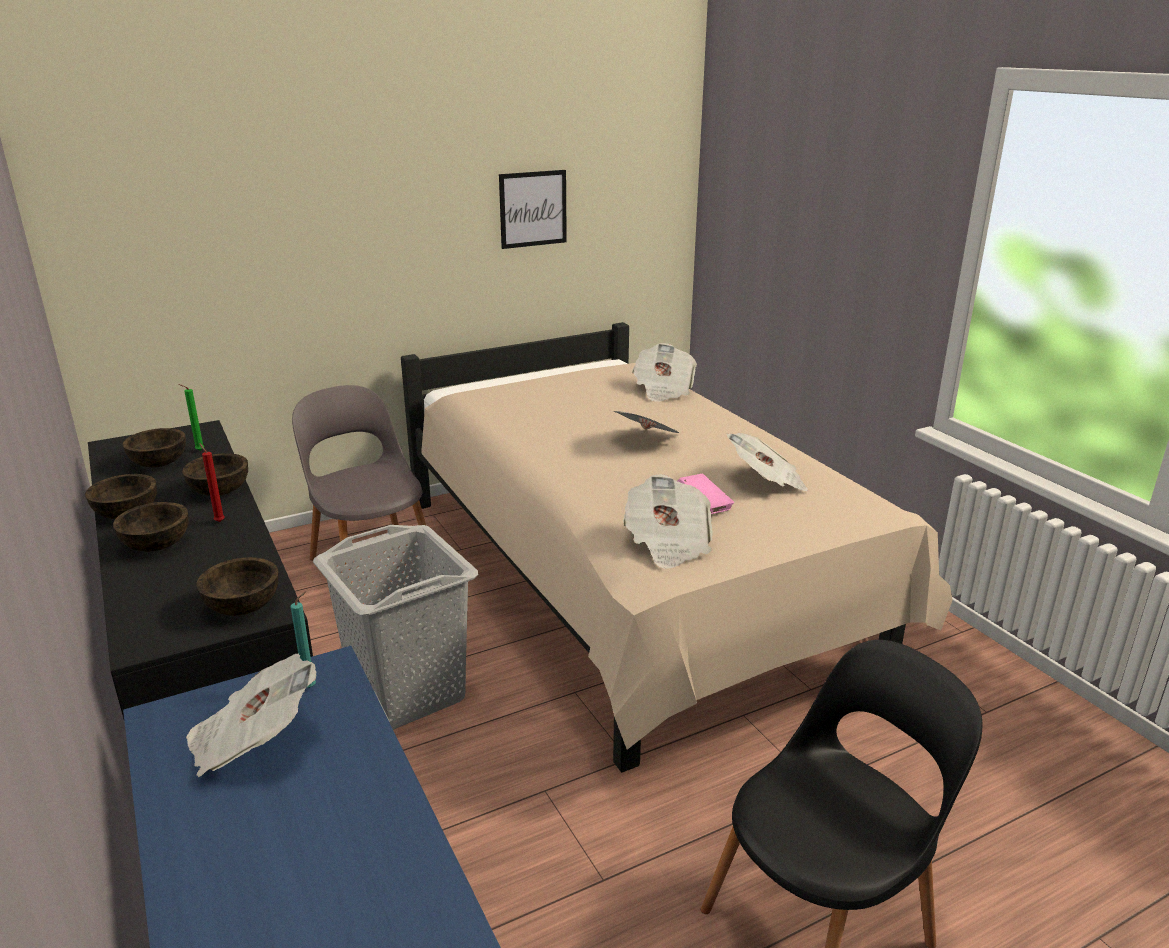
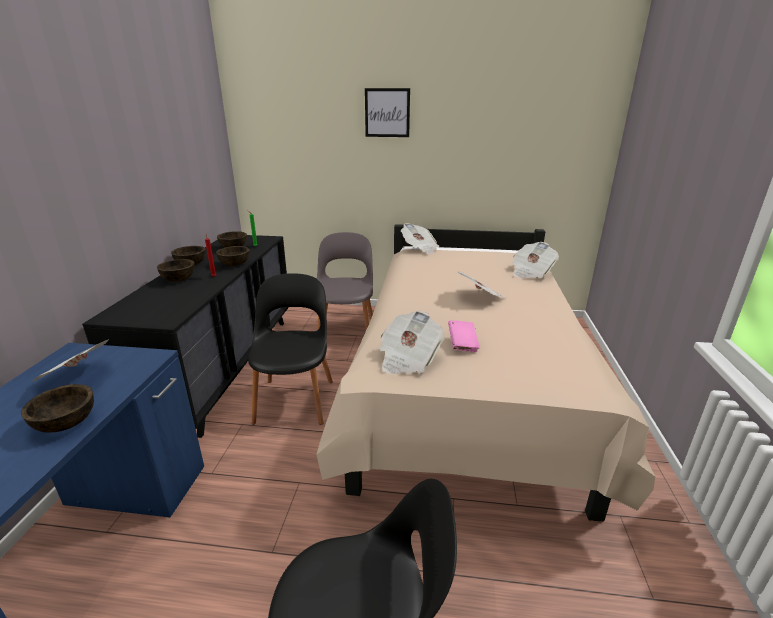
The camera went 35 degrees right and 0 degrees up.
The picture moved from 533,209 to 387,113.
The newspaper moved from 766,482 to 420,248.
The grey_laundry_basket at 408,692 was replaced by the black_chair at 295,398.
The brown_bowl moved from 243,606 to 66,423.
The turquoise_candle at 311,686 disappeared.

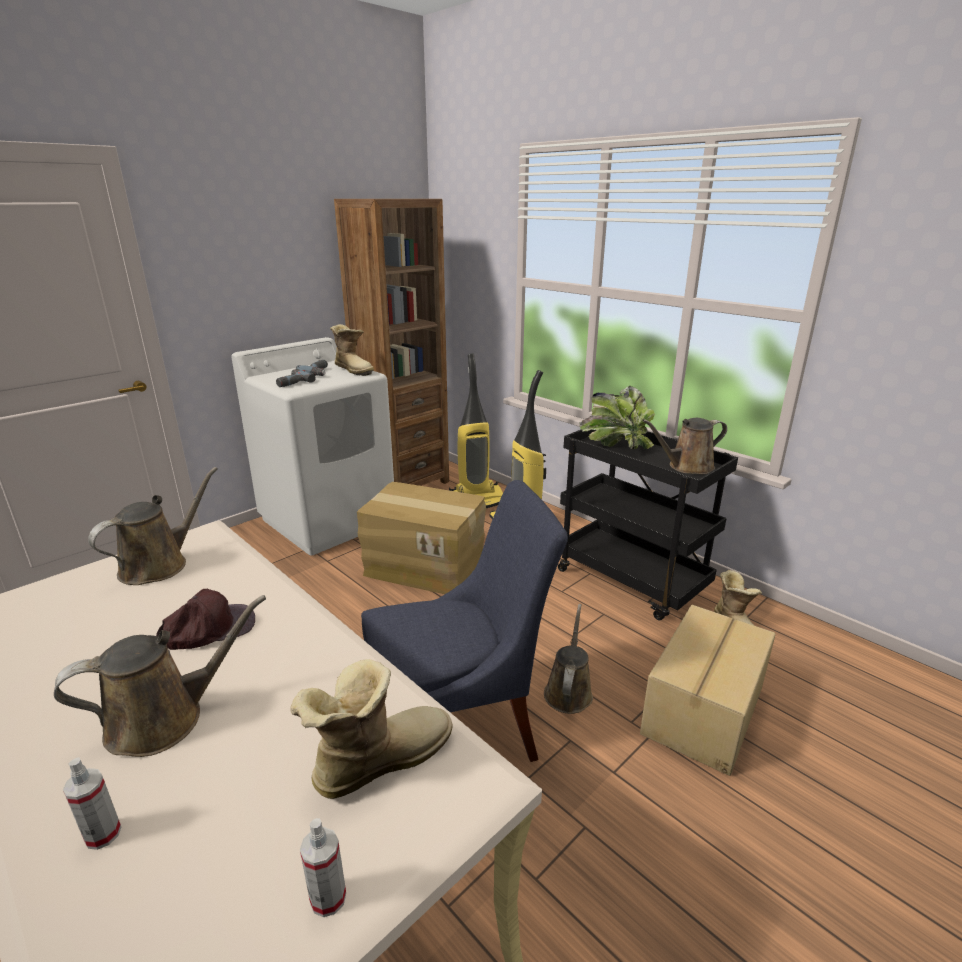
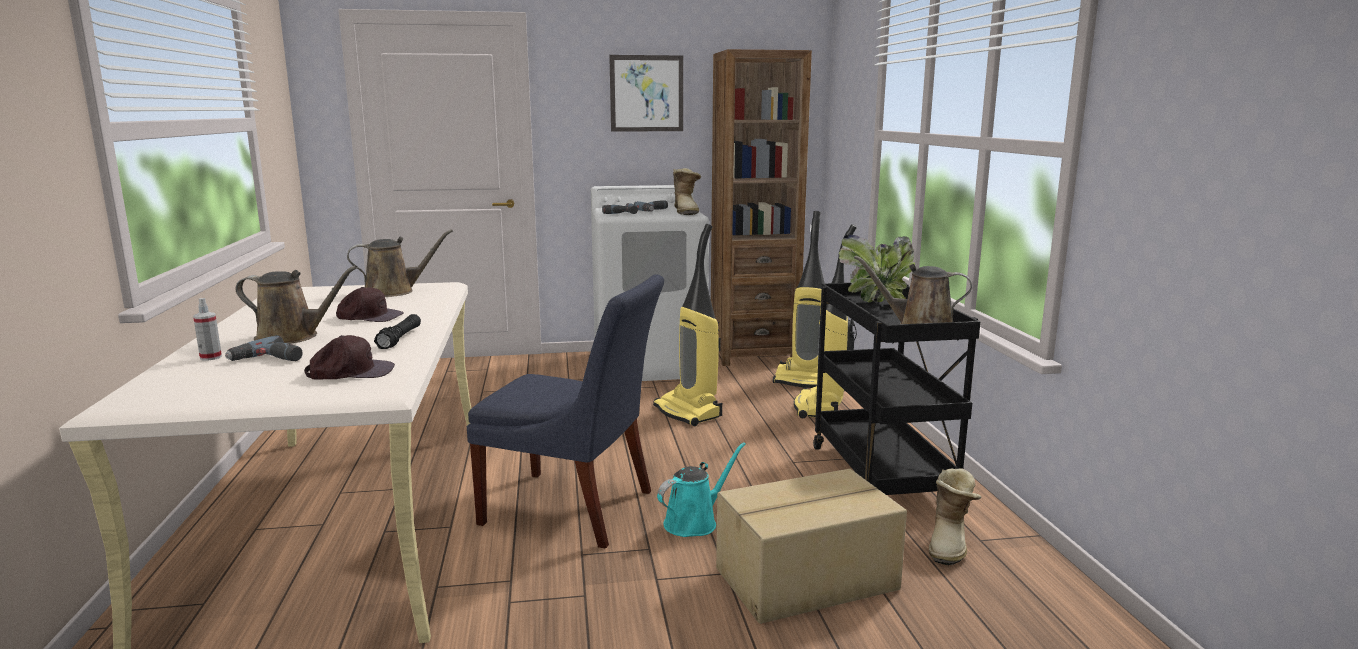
The camera went 35 degrees right and 10 degrees down.
The cardboard_box at 425,566 was replaced by the vacuum_cleaner at 689,412.
The brown_watering_can at 568,691 became the turquoise_watering_can at 694,522.
The boot at 378,759 was replaced by the brown_cap at 351,372.
The spray_bottle at 328,898 disappeared.
The picture at 646,93 appeared.
The black_flashlight at 400,339 appeared.
The power_drill at 268,360 appeared.

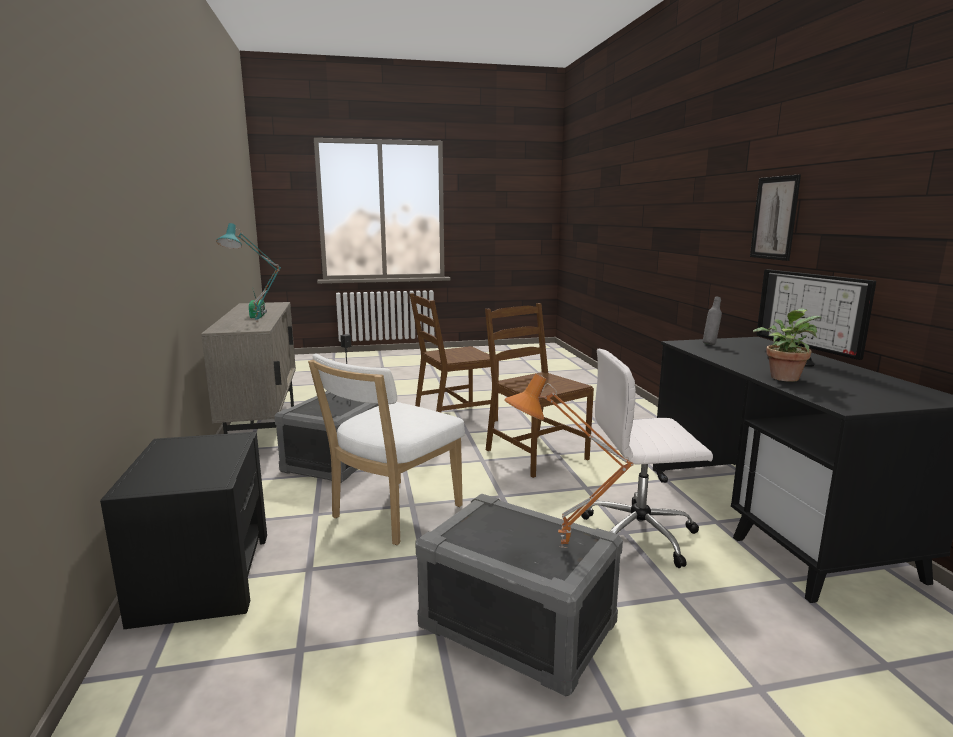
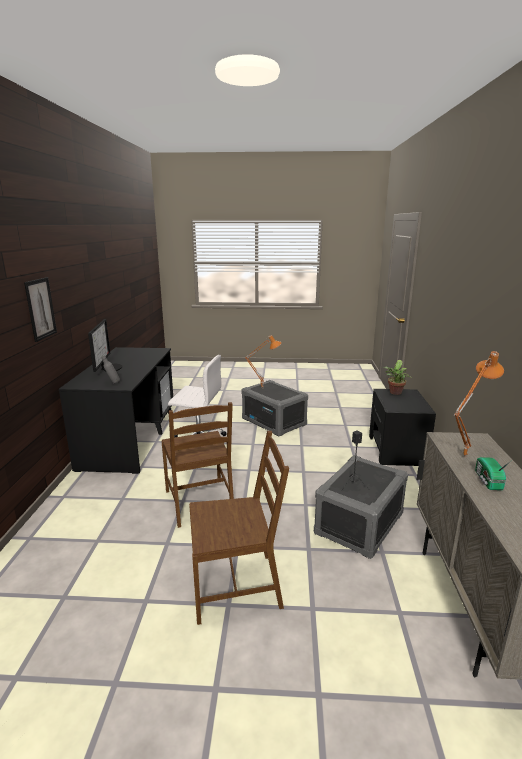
The camera went 165 degrees left and 5 degrees up.
The turquoise_table_lamp at 258,322 became the orange_table_lamp at 463,456.
The potted_plant moved from 784,377 to 395,393.
The white_chair at 392,514 disappeared.

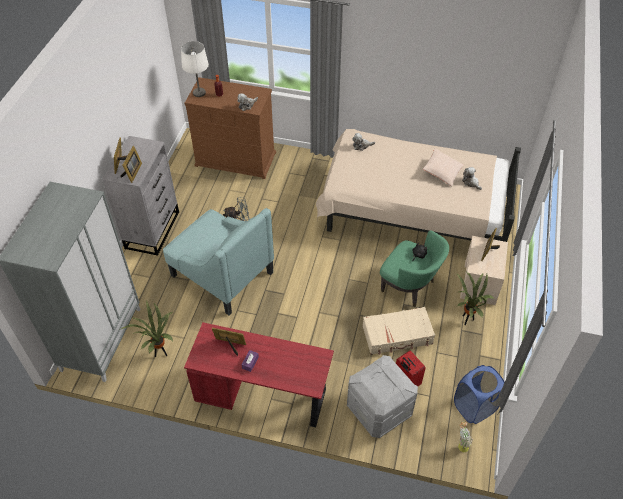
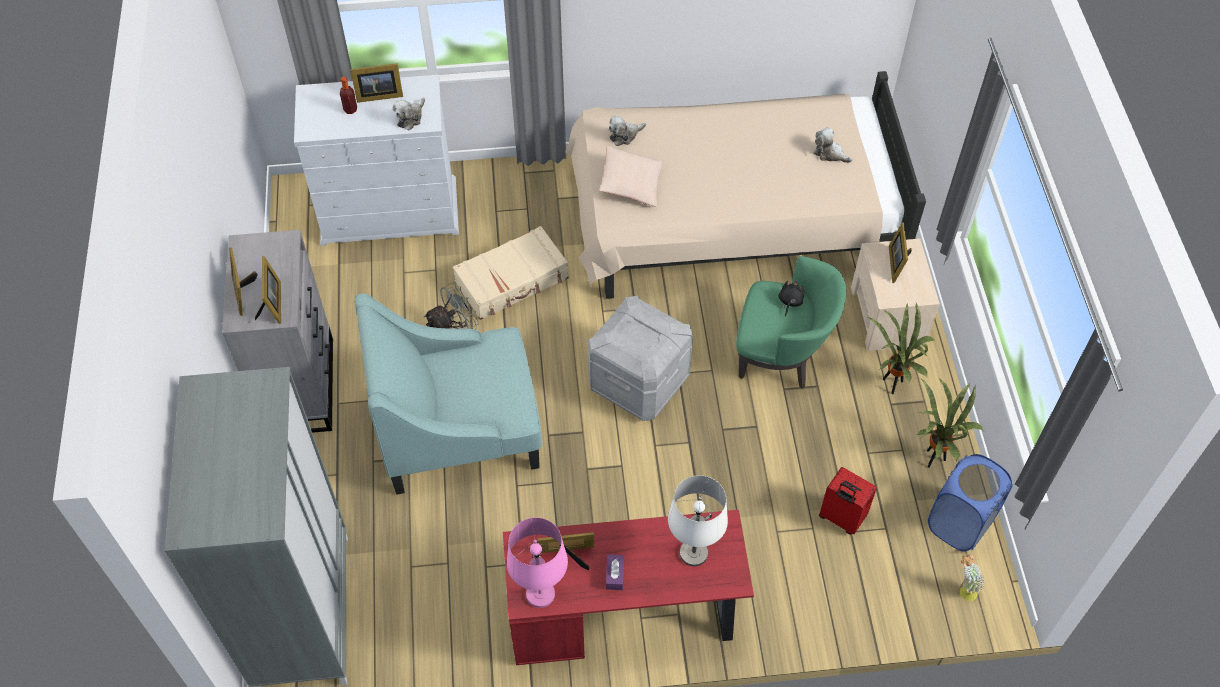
The camera went 20 degrees left and 5 degrees up.
The white_table_lamp moved from 199,93 to 694,553.
The brown_dresser at 236,159 became the white_dresser at 390,211.
The beige_pillow moved from 442,172 to 631,184.
The turquoise_armchair at 221,273 turned 150 degrees clockwise.
The potted_plant moved from 160,353 to 932,459.
The beige_suitcase moved from 397,335 to 512,281.
The grey_storage_box moved from 379,409 to 639,381.
The picture_frame at 378,95 appeared.
The pink_table_lamp at 540,594 appeared.

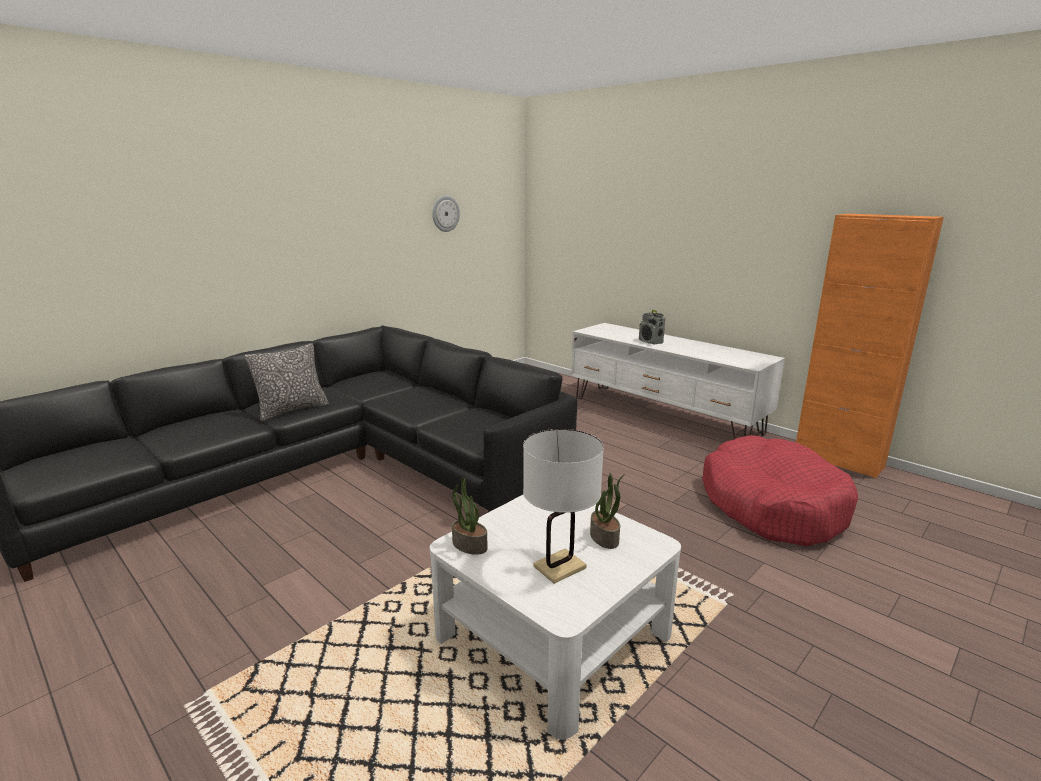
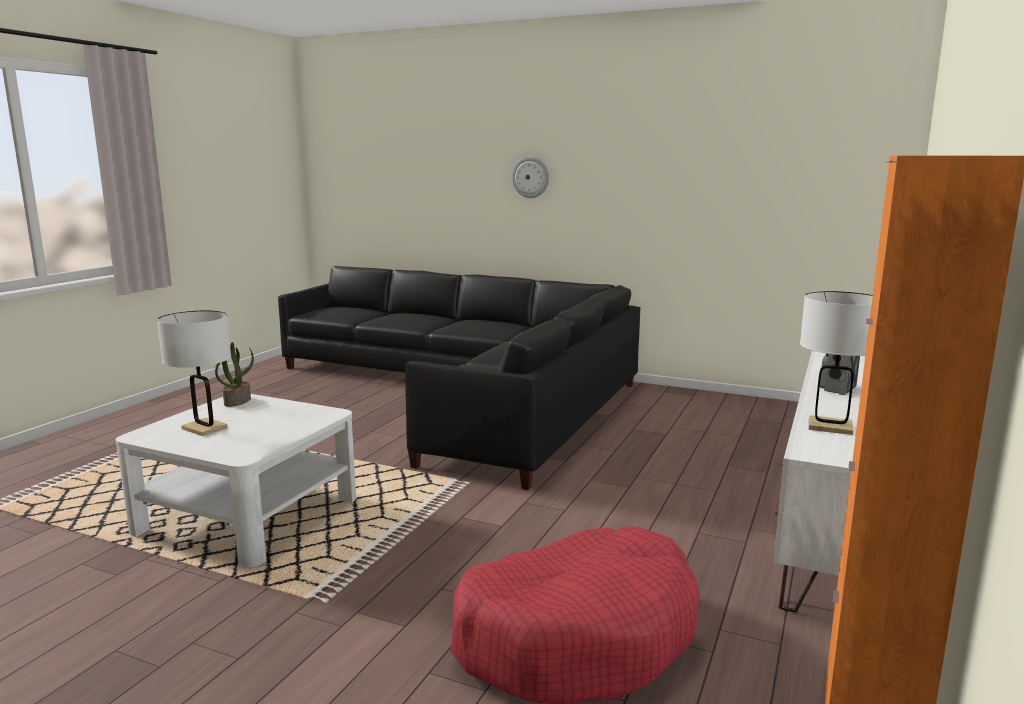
The camera went 70 degrees right and 5 degrees down.
The wall_clock moved from 445,213 to 530,177.
The pillow at 292,410 disappeared.
The potted_plant at 605,538 disappeared.
The white_table_lamp at 830,427 appeared.

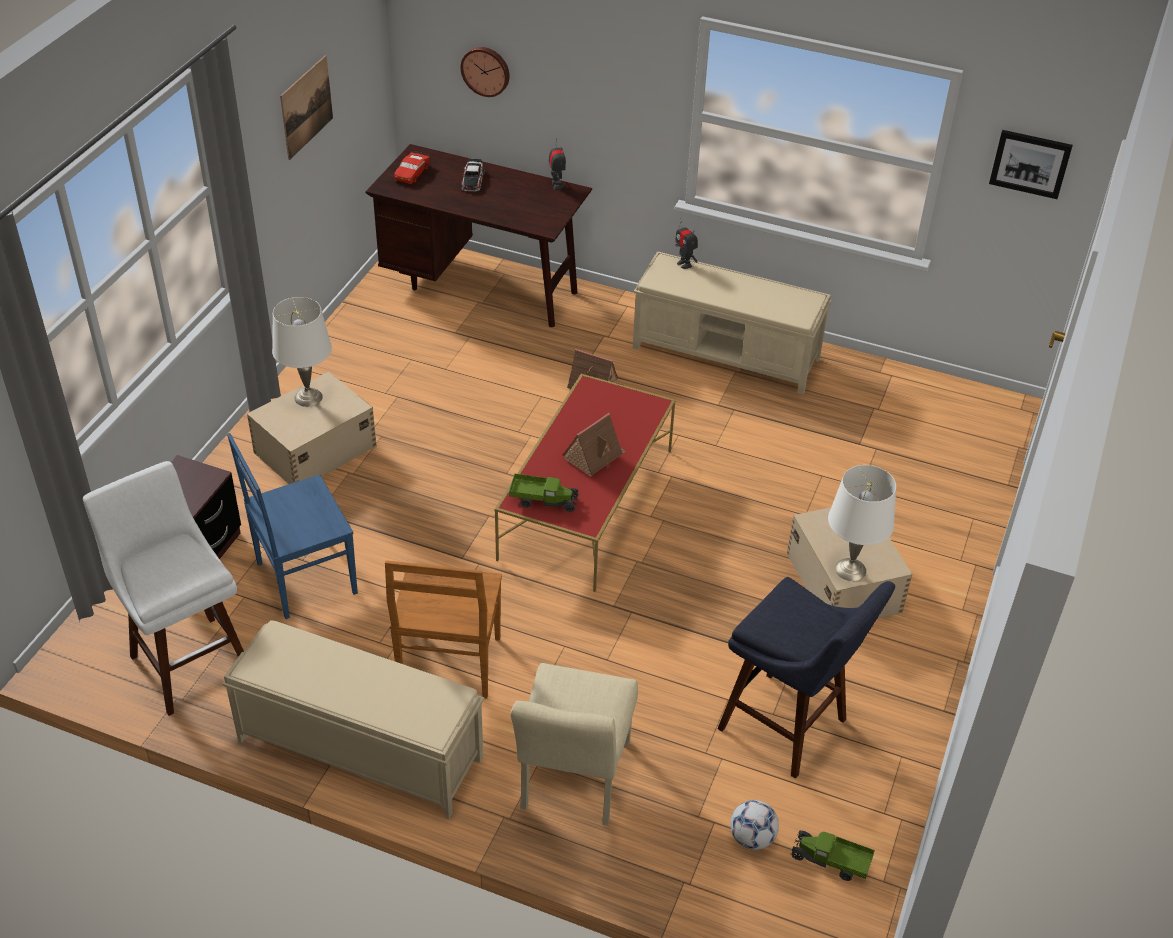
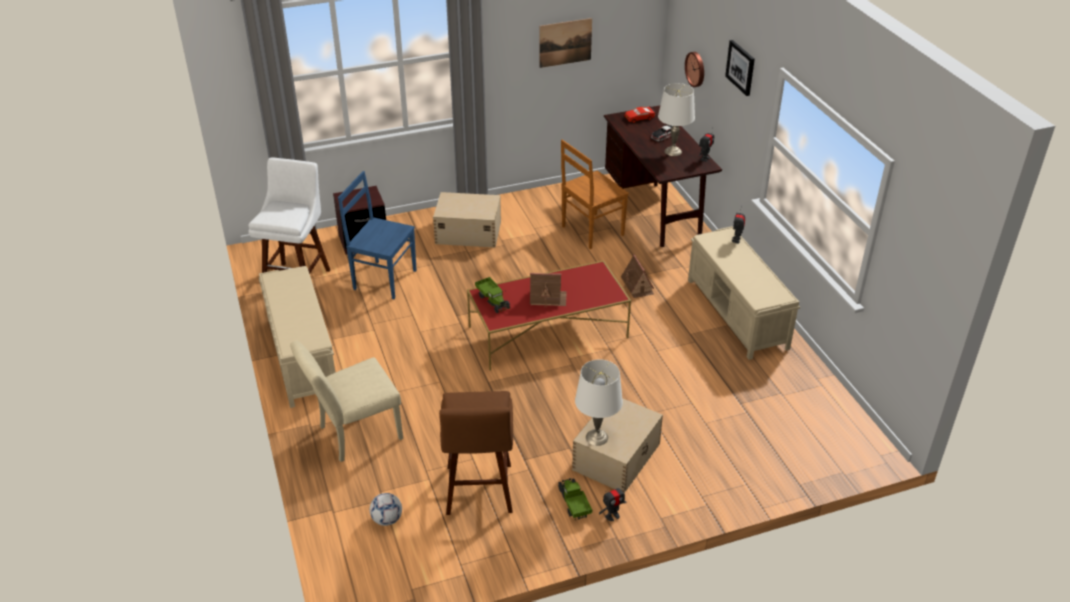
The camera went 50 degrees right and 5 degrees down.
The picture moved from 1030,163 to 741,67.
The white_table_lamp moved from 308,397 to 672,151.
The brown_chair moved from 449,665 to 591,231.
The blue_stool at 789,728 became the brown_stool at 479,493.
The toy_truck moved from 830,861 to 573,504.
The toy_robot at 612,516 appeared.

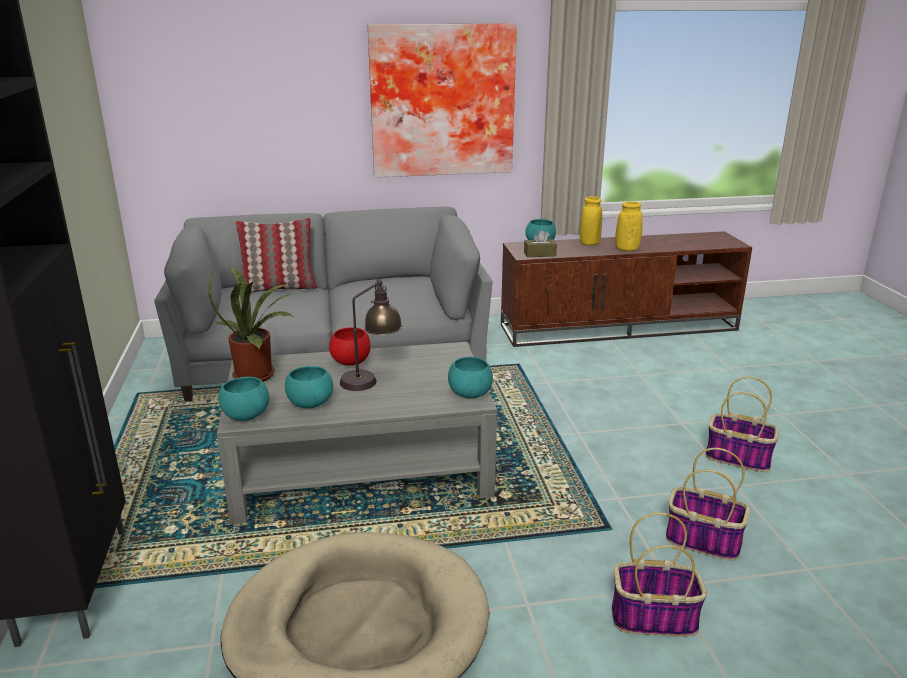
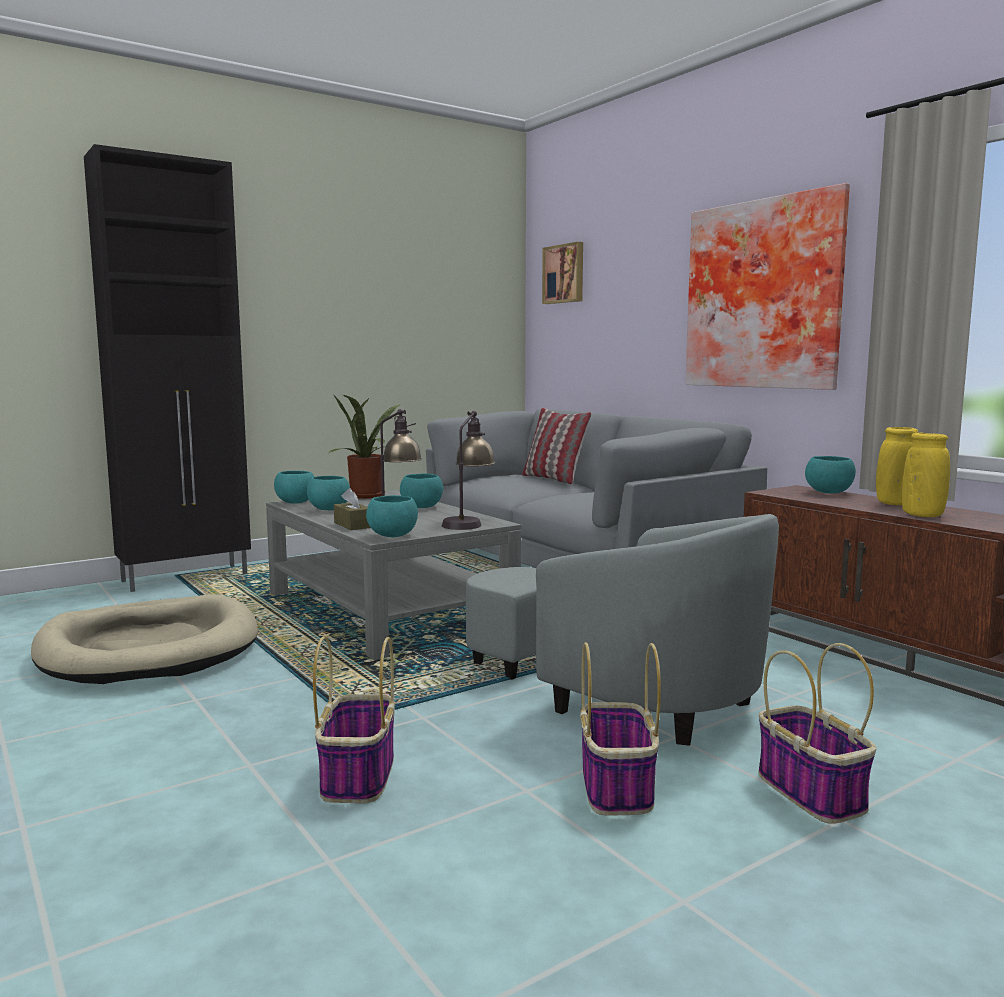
The camera went 65 degrees right and 15 degrees down.
The brown_tissue_box moved from 540,254 to 353,525.
The red_bowl at 351,362 became the turquoise_bowl at 422,507.
The basket moved from 654,618 to 813,793.
The picture at 564,274 appeared.
The table_lamp at 468,523 appeared.
The grey_armchair at 621,693 appeared.

